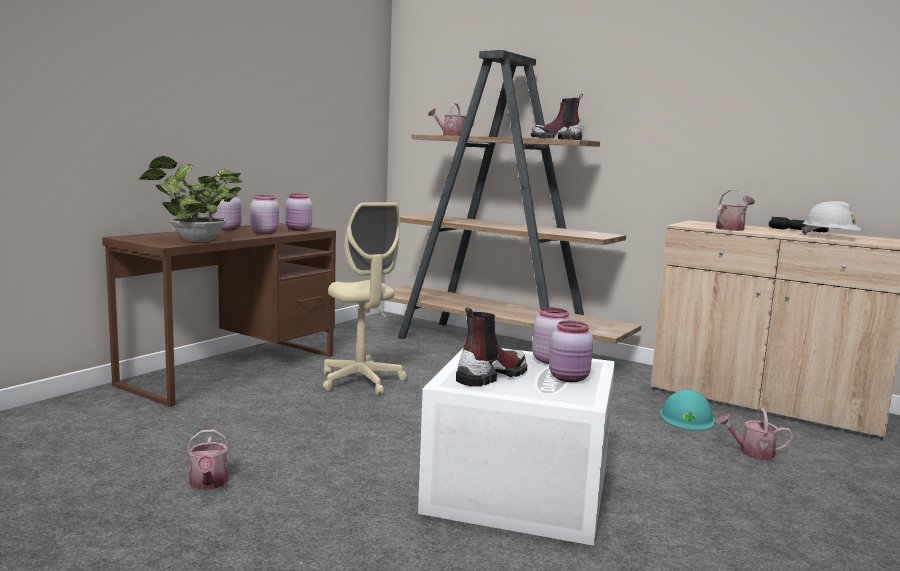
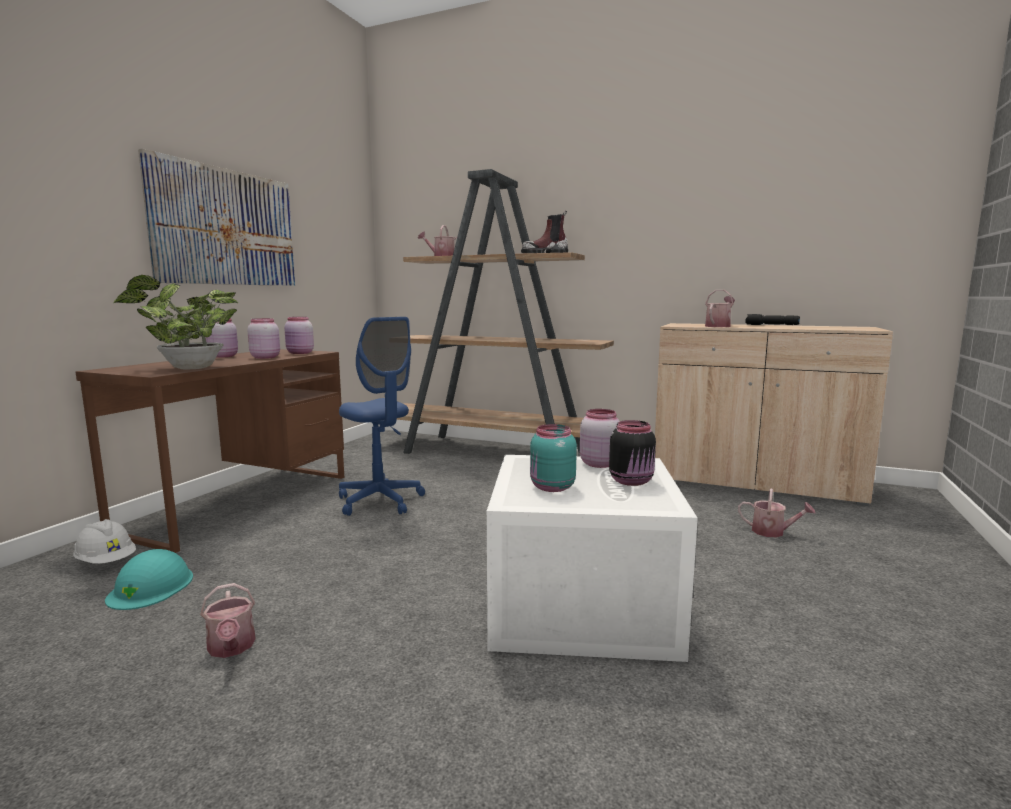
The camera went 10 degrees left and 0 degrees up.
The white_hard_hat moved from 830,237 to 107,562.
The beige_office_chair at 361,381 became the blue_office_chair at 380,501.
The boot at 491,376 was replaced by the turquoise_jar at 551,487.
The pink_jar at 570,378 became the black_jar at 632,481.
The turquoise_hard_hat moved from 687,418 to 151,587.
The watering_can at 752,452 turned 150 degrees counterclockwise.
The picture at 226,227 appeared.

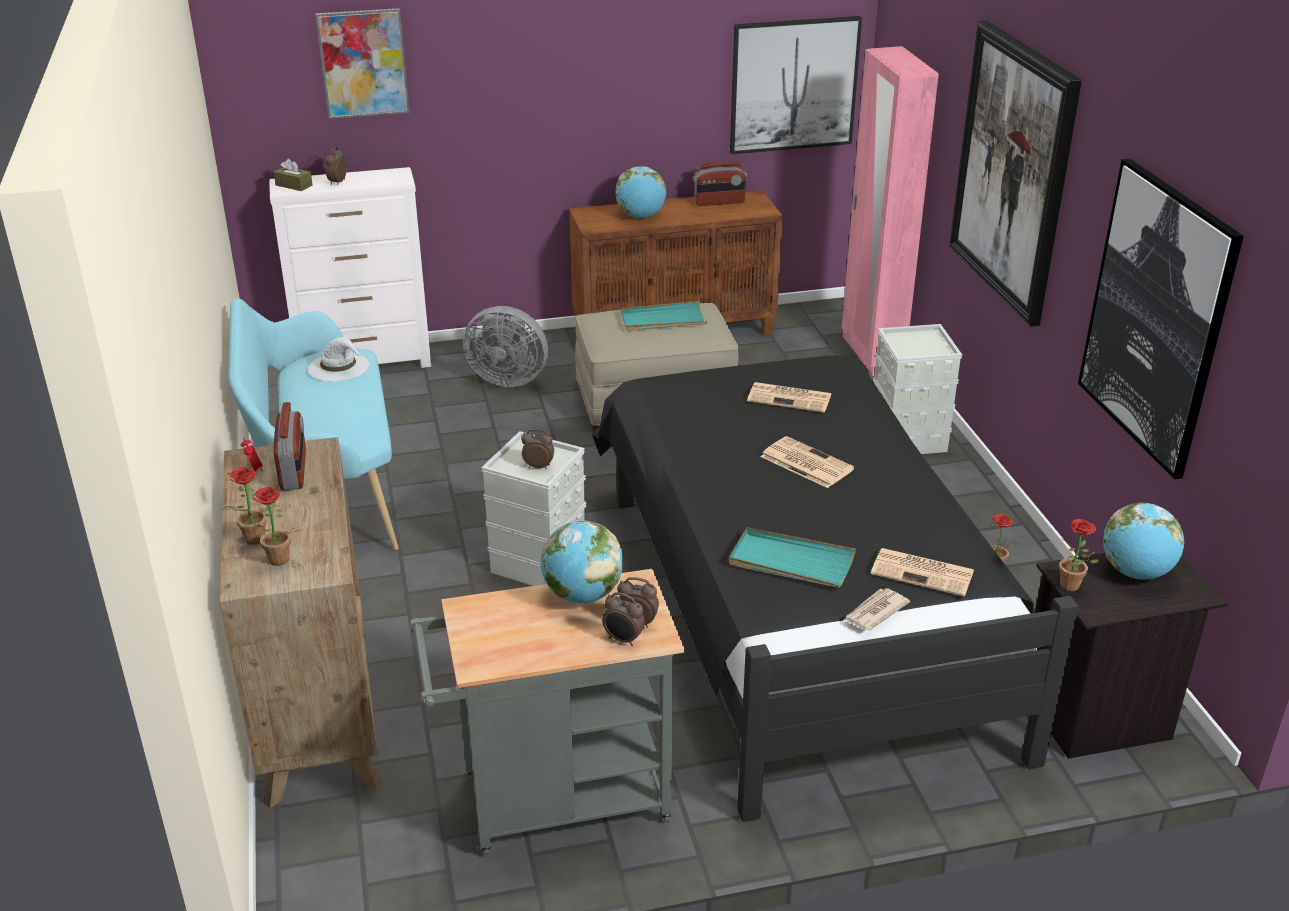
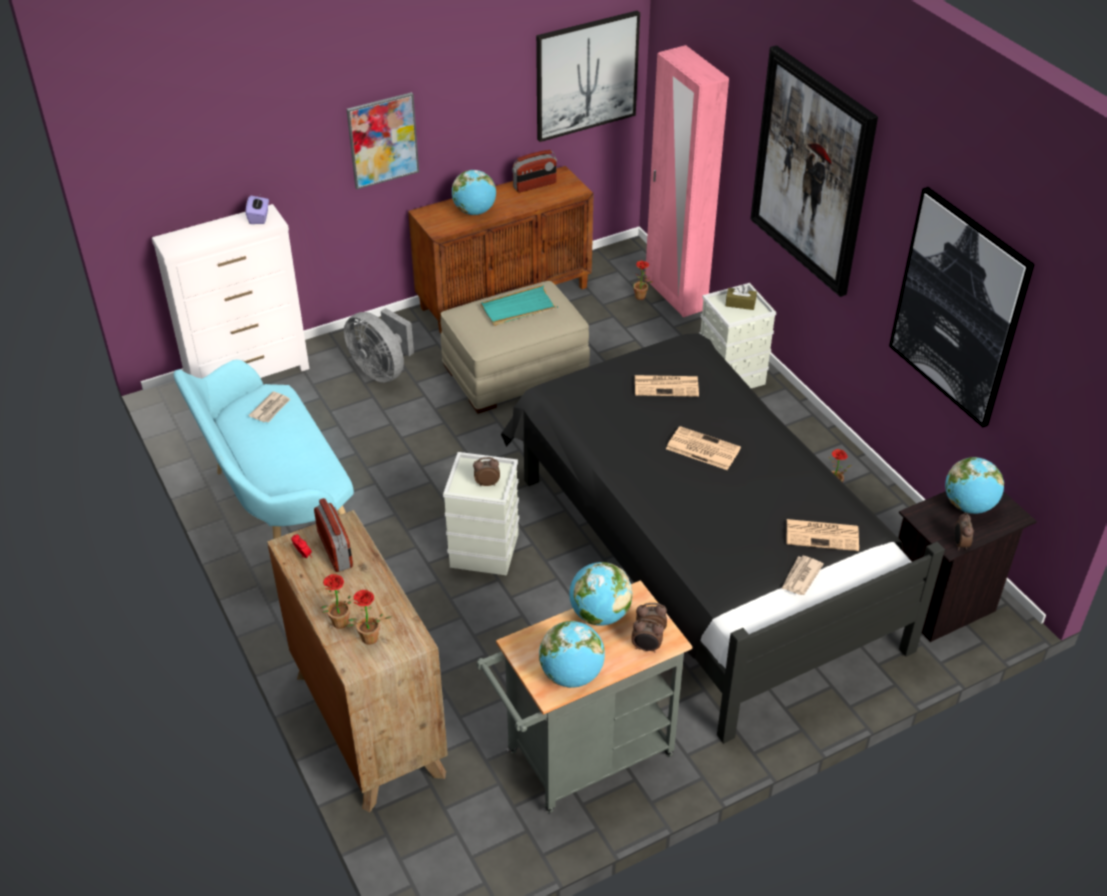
The camera went 15 degrees left and 10 degrees up.
The picture moved from 363,63 to 383,140.
The alarm_clock moved from 337,182 to 959,544.
The brown_tissue_box moved from 294,185 to 740,303.
The grey_fan at 508,378 turned 45 degrees clockwise.
The white_hat at 339,367 was replaced by the newspaper at 271,409.
The potted_plant moved from 1073,587 to 642,297.
The turquoise_tray at 791,562 disappeared.
The purple_tissue_box at 259,217 appeared.
The globe at 571,675 appeared.

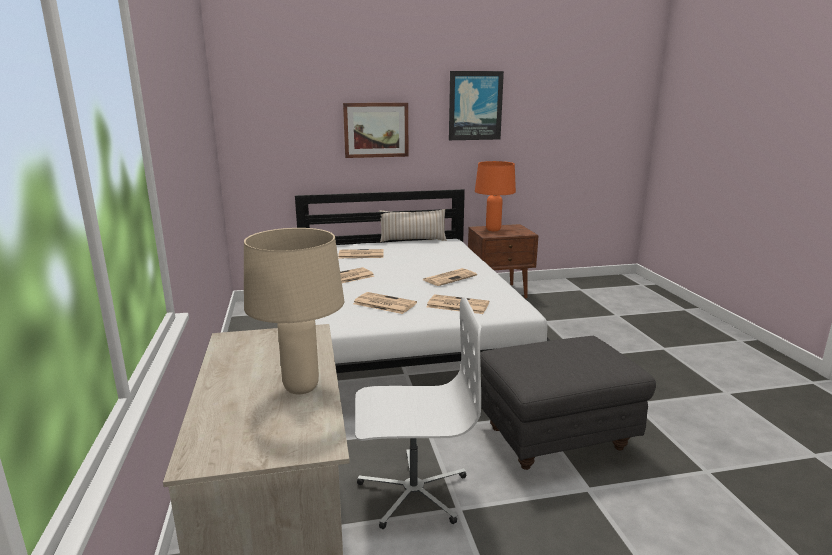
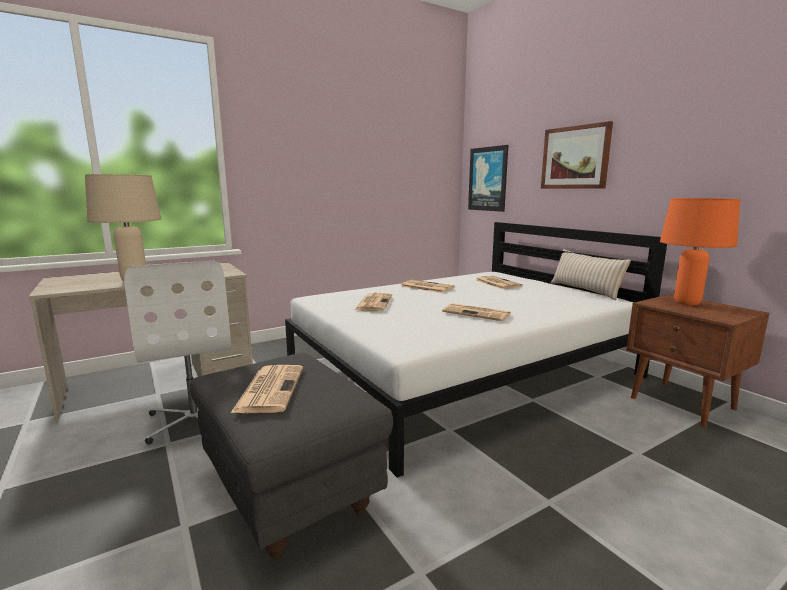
The camera went 70 degrees right and 5 degrees down.
The picture moved from 475,106 to 488,179.
The newspaper moved from 457,305 to 270,388.

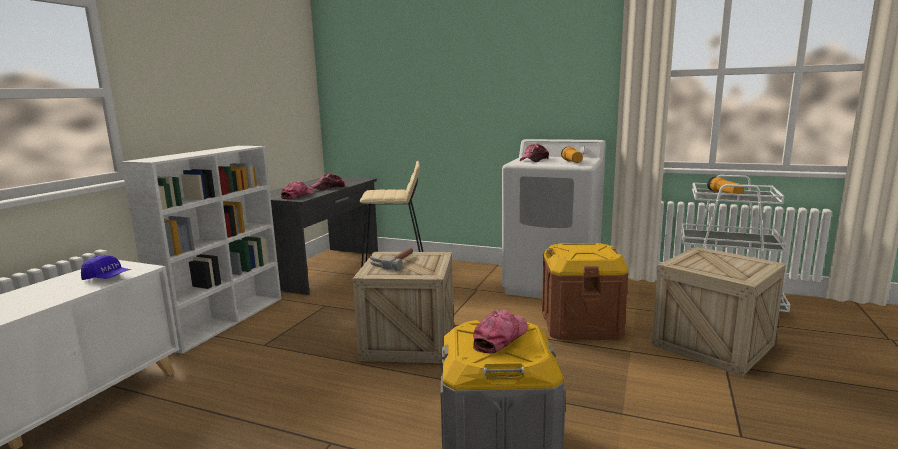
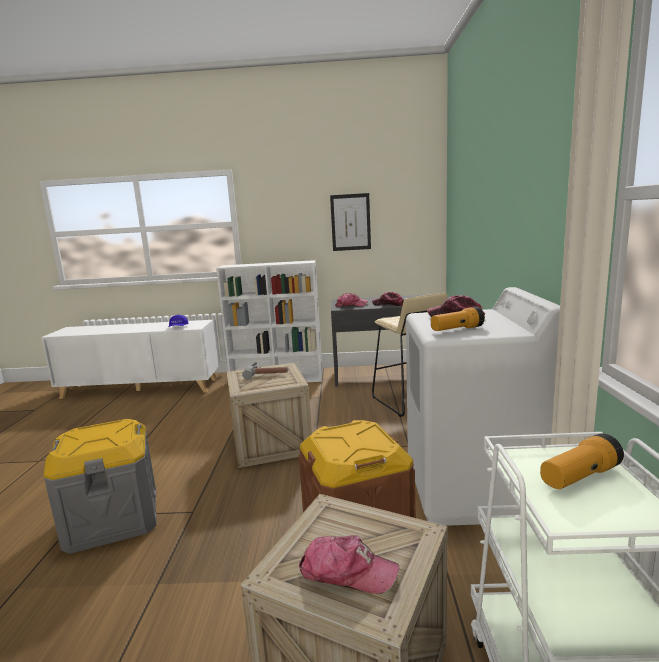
The camera went 70 degrees right and 0 degrees up.
The cap moved from 500,338 to 347,572.
The picture at 350,222 appeared.

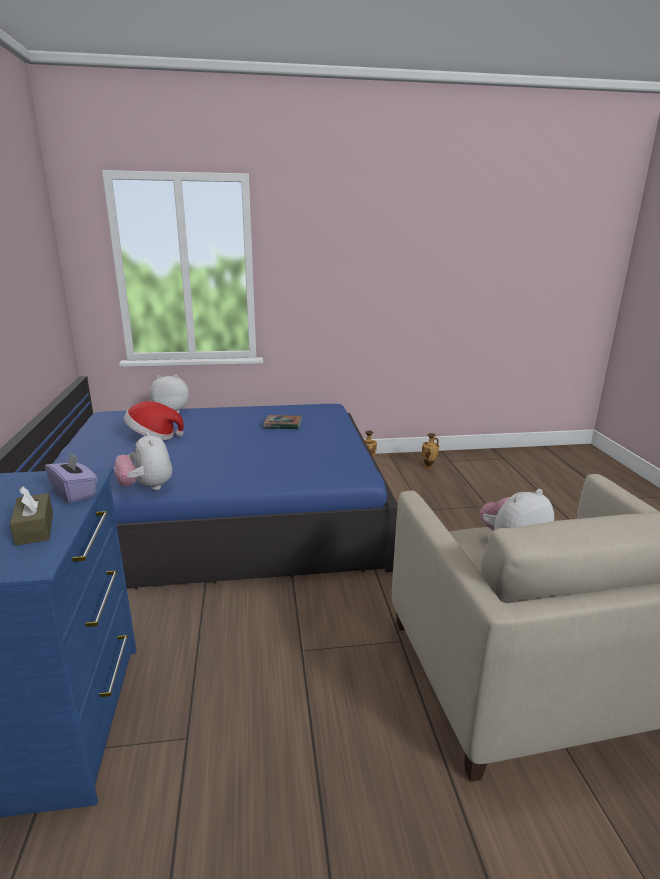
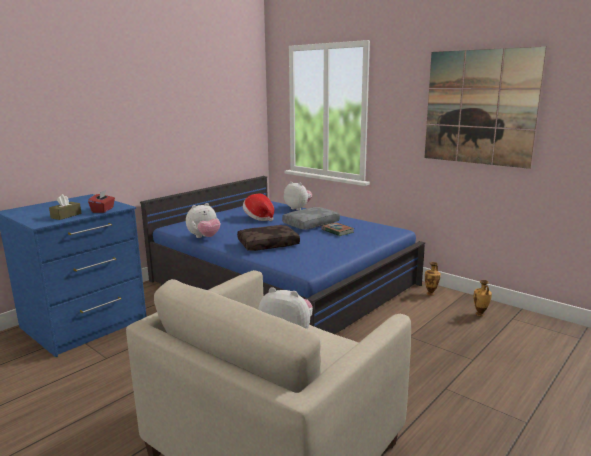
The camera went 50 degrees right and 5 degrees down.
The plush_toy at 147,487 turned 150 degrees counterclockwise.
The purple_tissue_box at 75,492 became the red_tissue_box at 103,210.
The picture at 479,107 appeared.
The grey_pillow at 310,224 appeared.
The brown_pillow at 268,244 appeared.

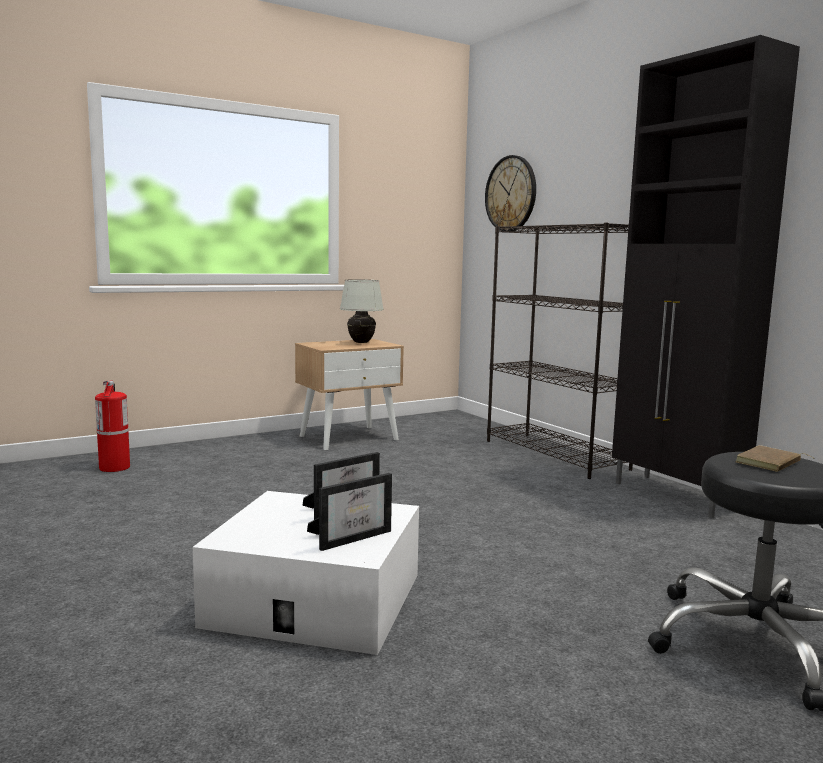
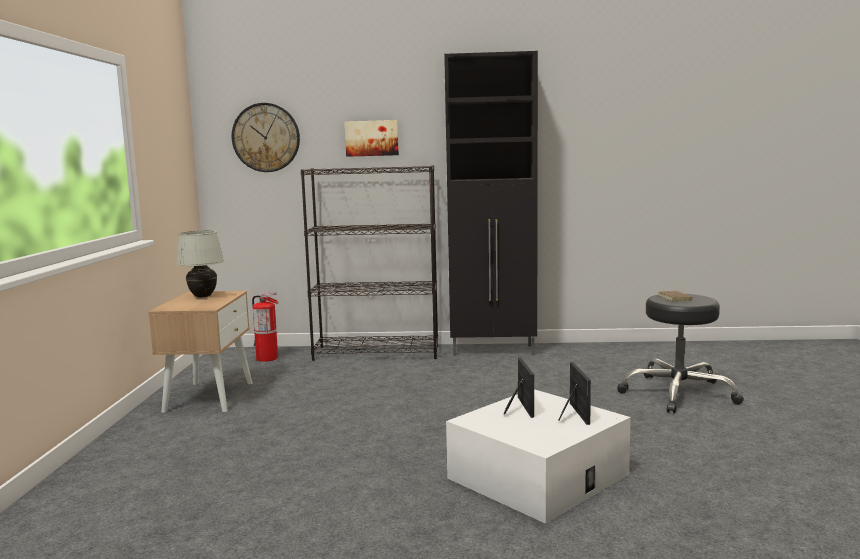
The camera went 55 degrees left and 0 degrees up.
The fire_extinguisher moved from 114,468 to 267,358.
The picture at 372,138 appeared.

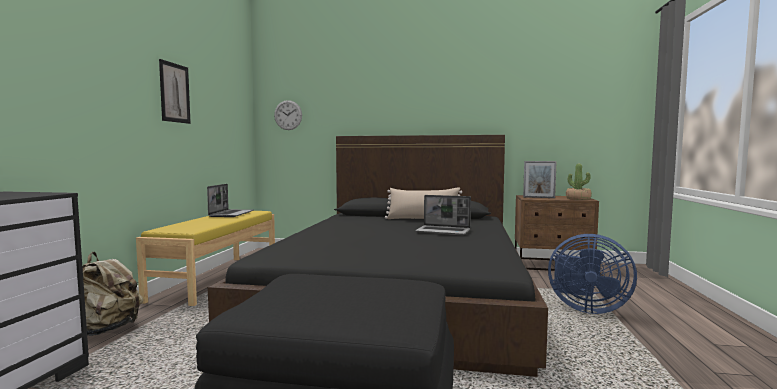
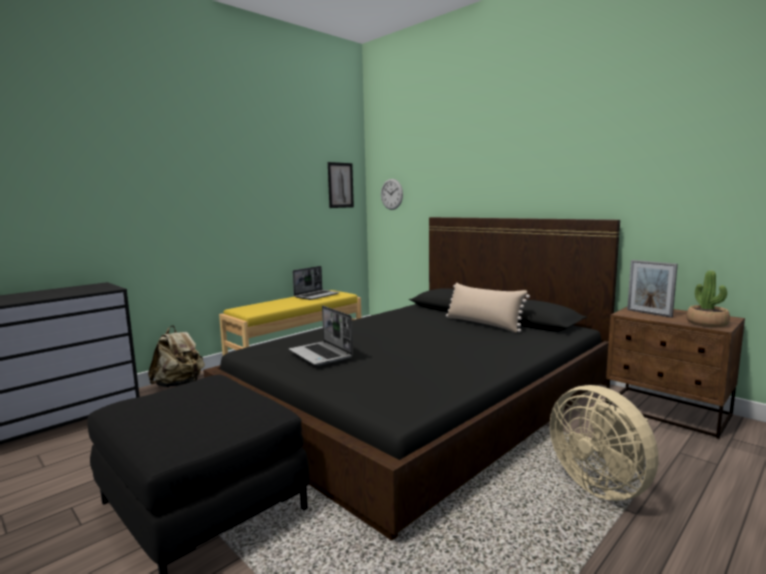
The camera went 35 degrees right and 5 degrees up.
The picture moved from 174,93 to 340,185.
The laptop moved from 444,231 to 321,355.
The blue_fan at 585,308 became the beige_fan at 601,485.

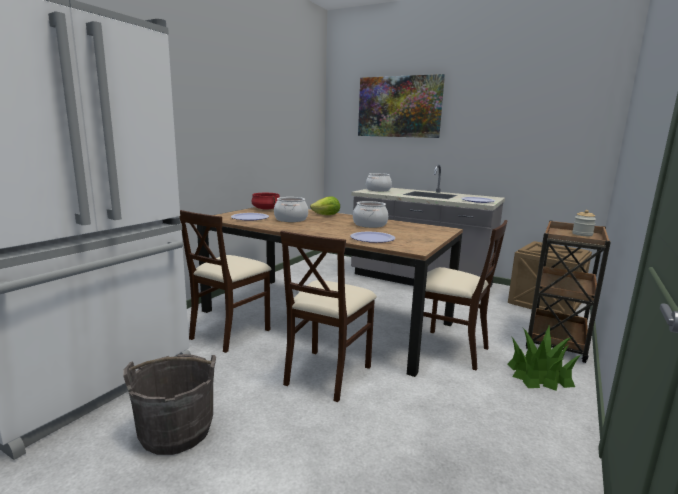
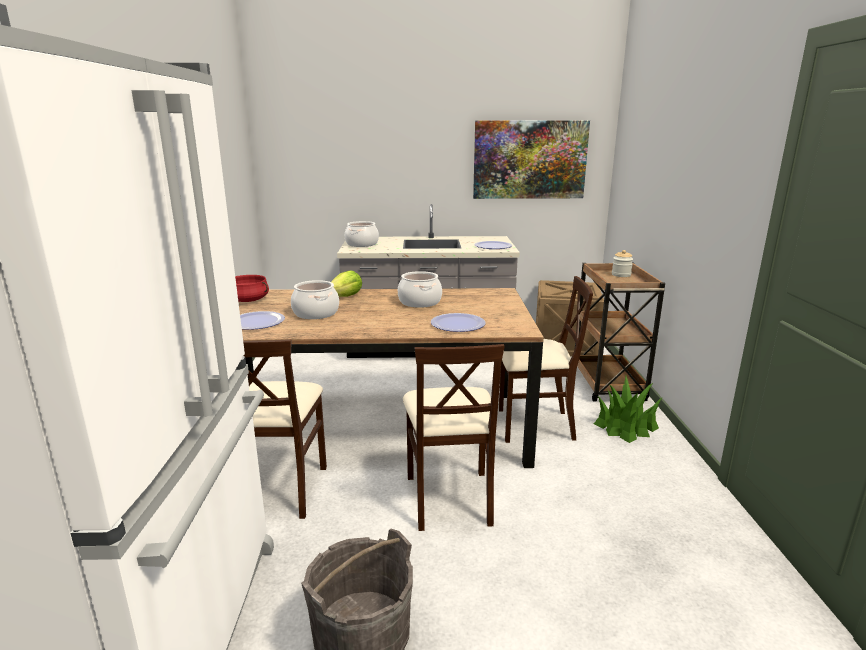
The camera went 30 degrees left and 5 degrees up.
The picture moved from 399,107 to 529,160.

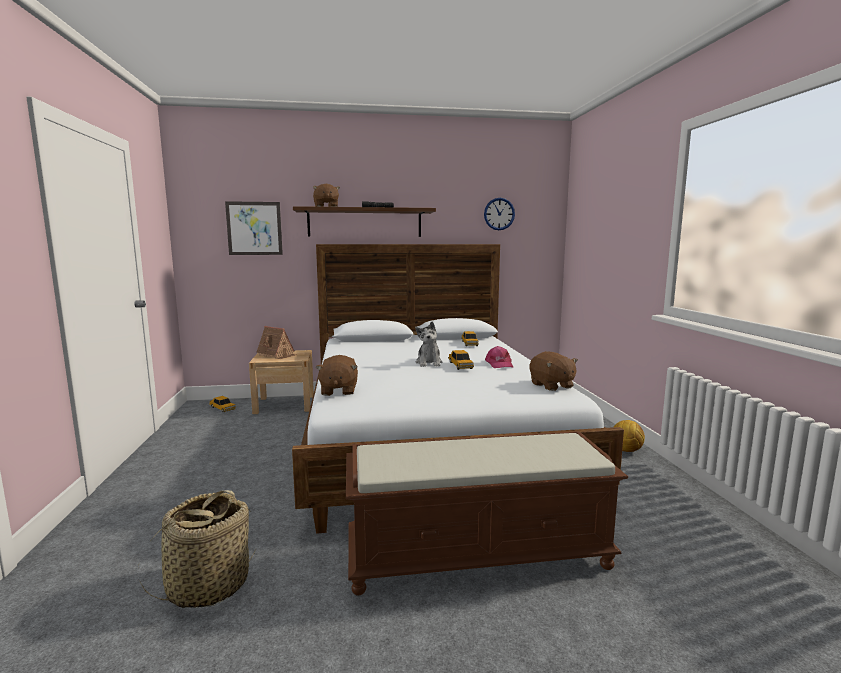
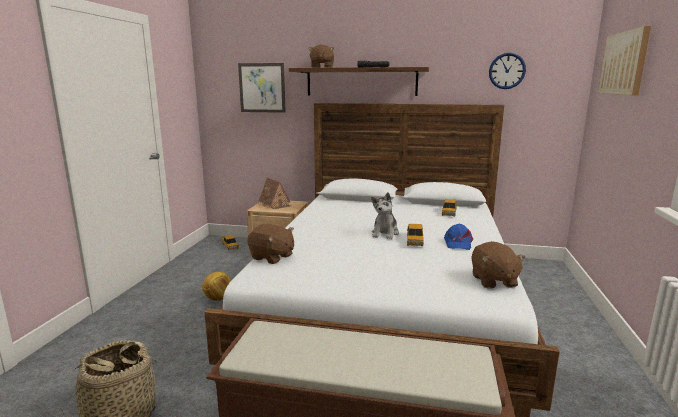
The camera went 20 degrees right and 5 degrees up.
The pink_cap at 499,364 became the blue_cap at 457,243.
The brown_plush_toy at 338,391 turned 75 degrees counterclockwise.
The football moved from 625,450 to 218,299.
The picture at 624,63 appeared.

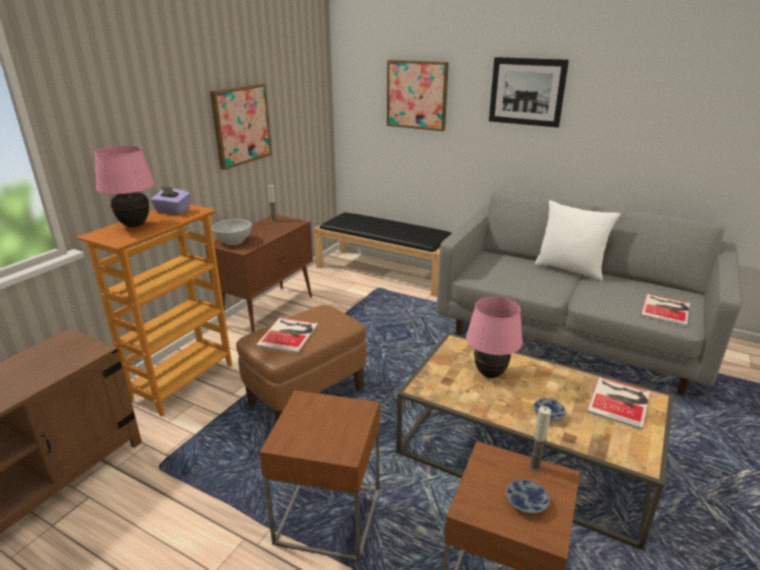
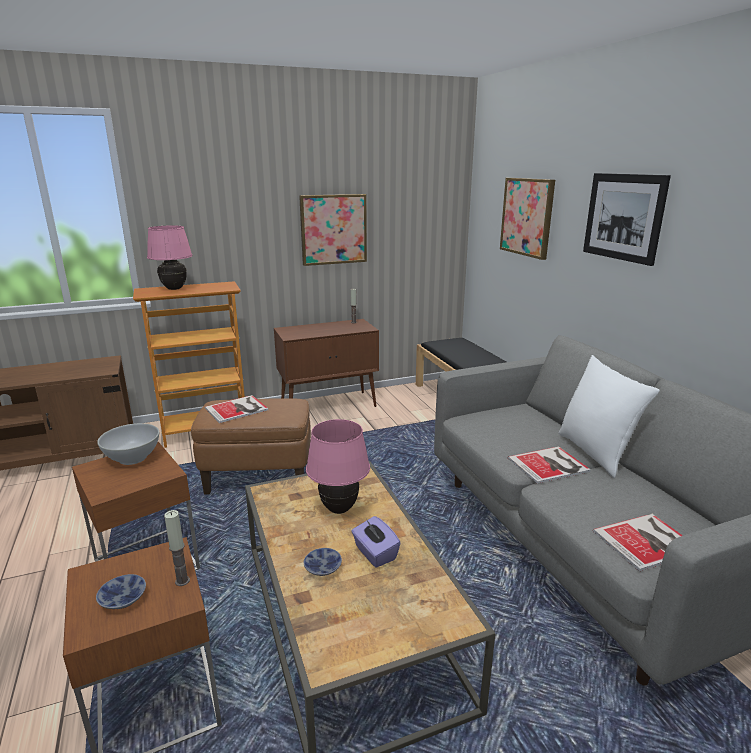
The camera went 40 degrees right and 5 degrees down.
The purple_tissue_box moved from 172,211 to 375,553.
The white_bowl moved from 234,241 to 133,458.
The book moved from 620,401 to 550,465.

